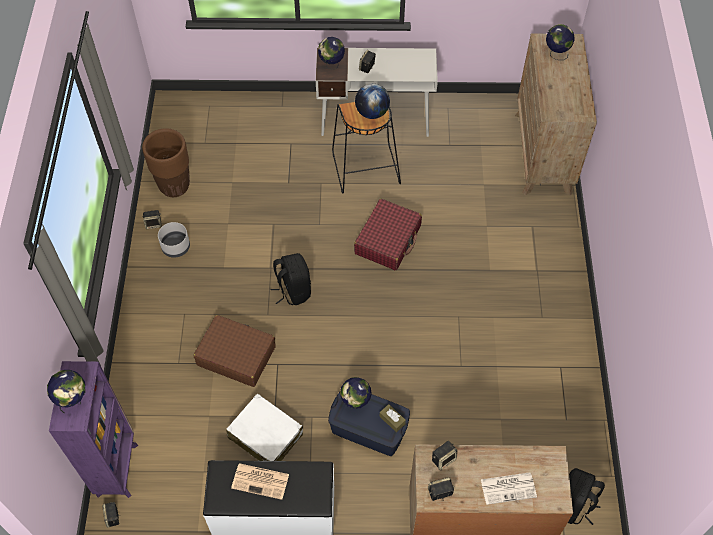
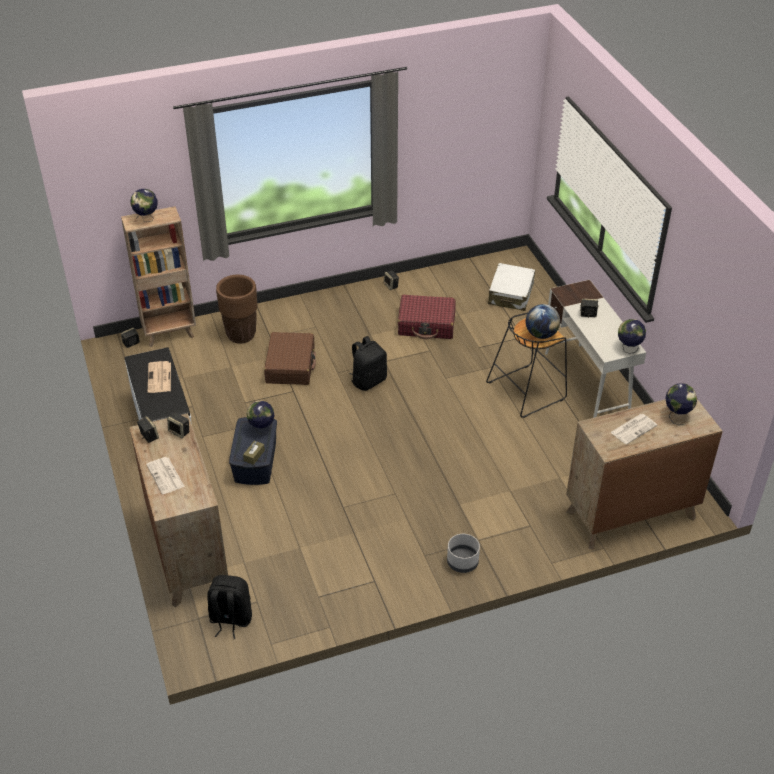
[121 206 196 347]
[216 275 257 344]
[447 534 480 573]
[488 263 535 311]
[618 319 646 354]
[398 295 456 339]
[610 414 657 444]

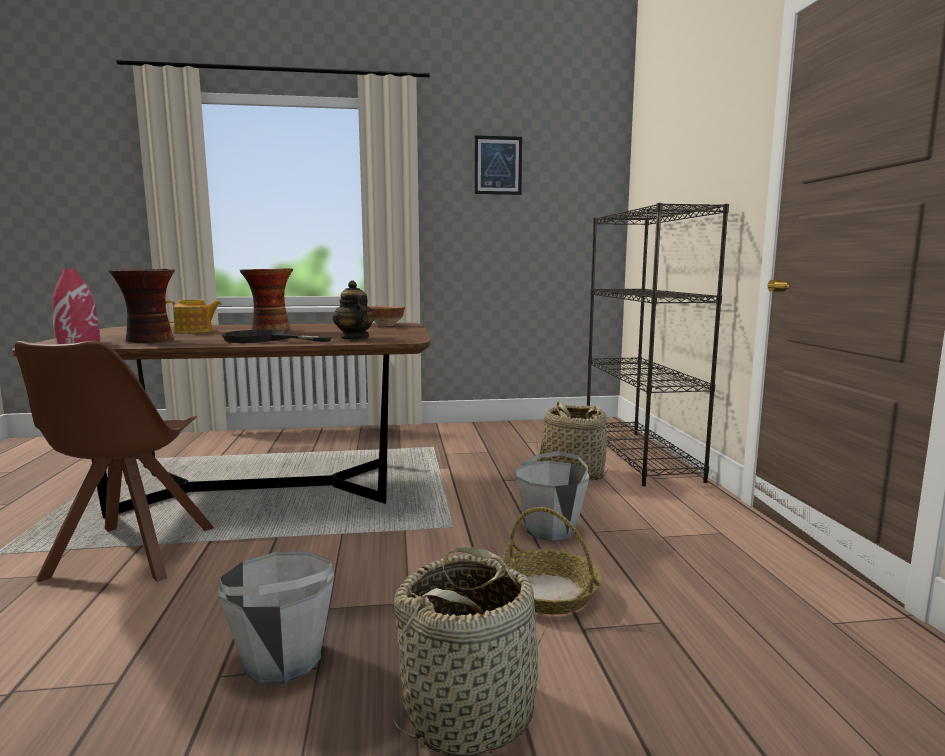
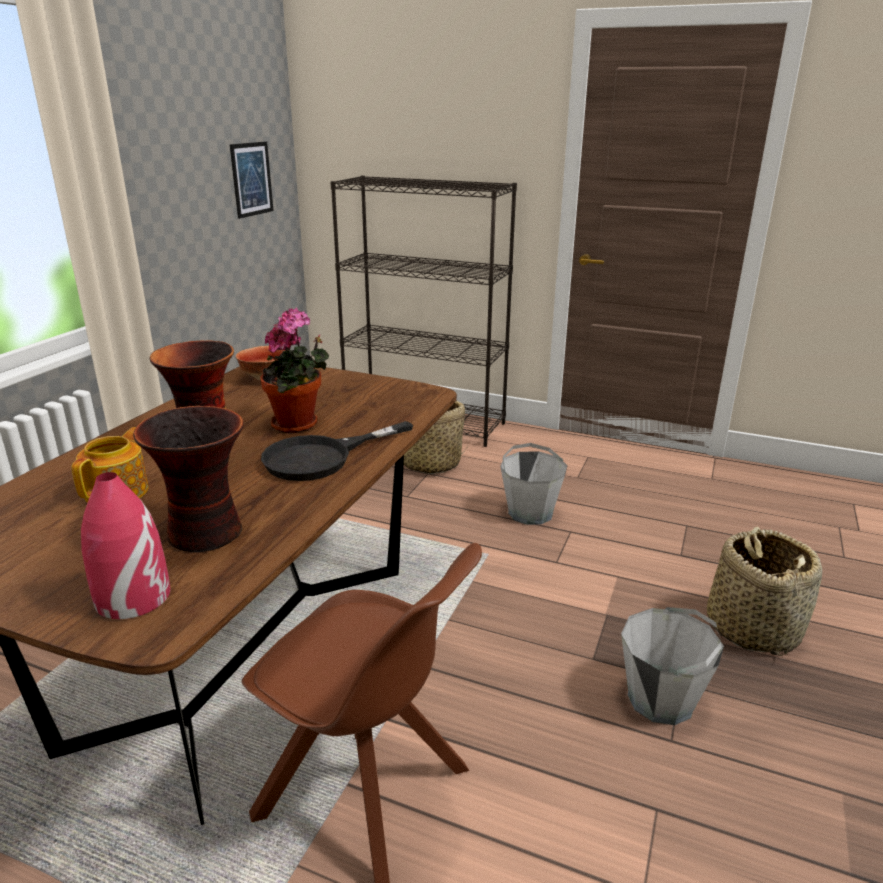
[332 281 375 340] (first image)
[230 141 274 219]
[502 507 602 615] (first image)
[260 308 329 433]

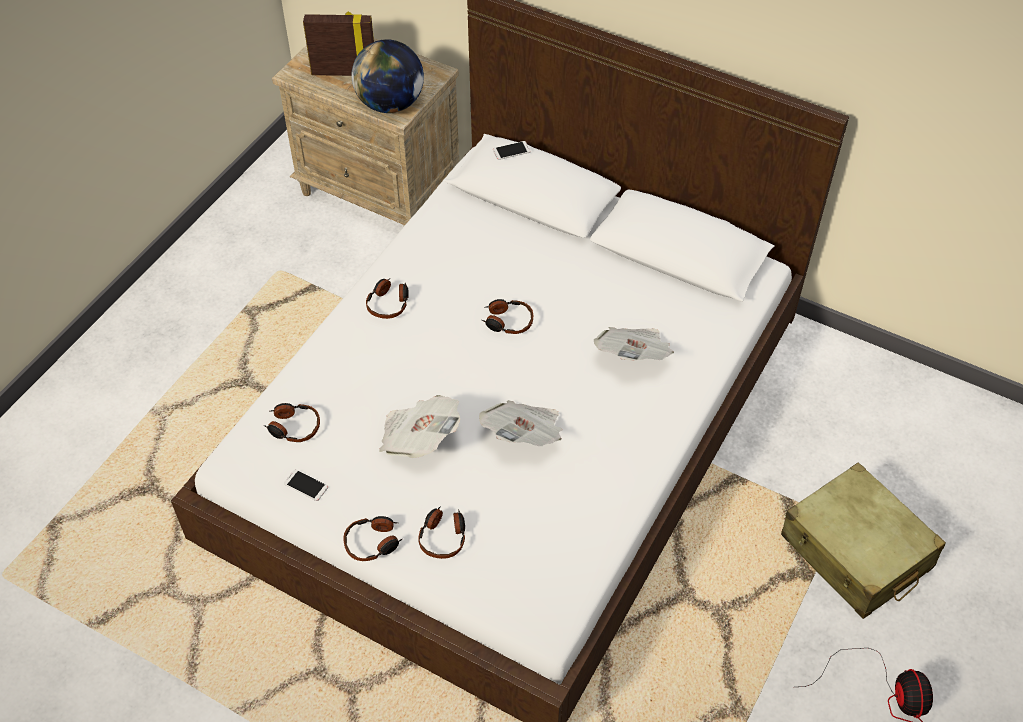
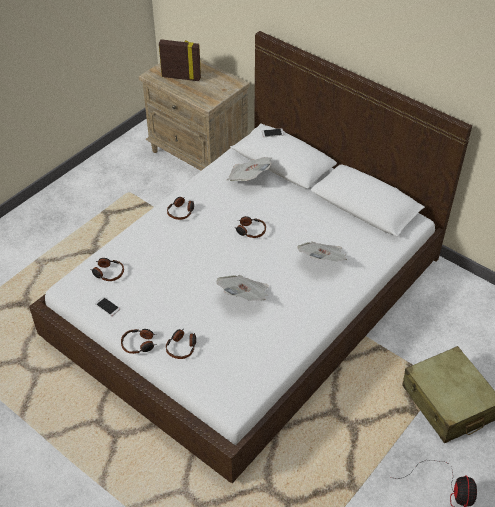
[351 40 424 113] (first image)
[227 157 272 181]

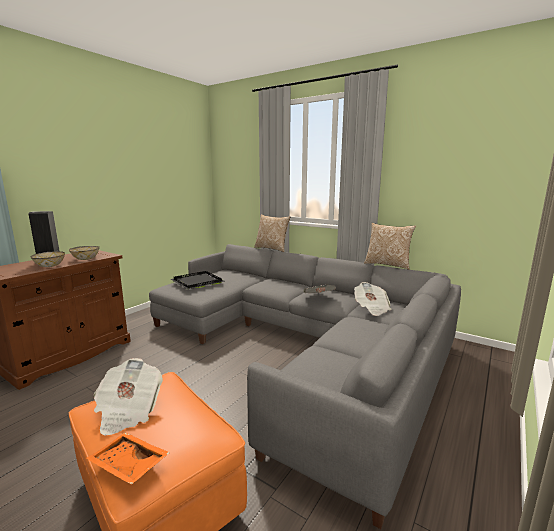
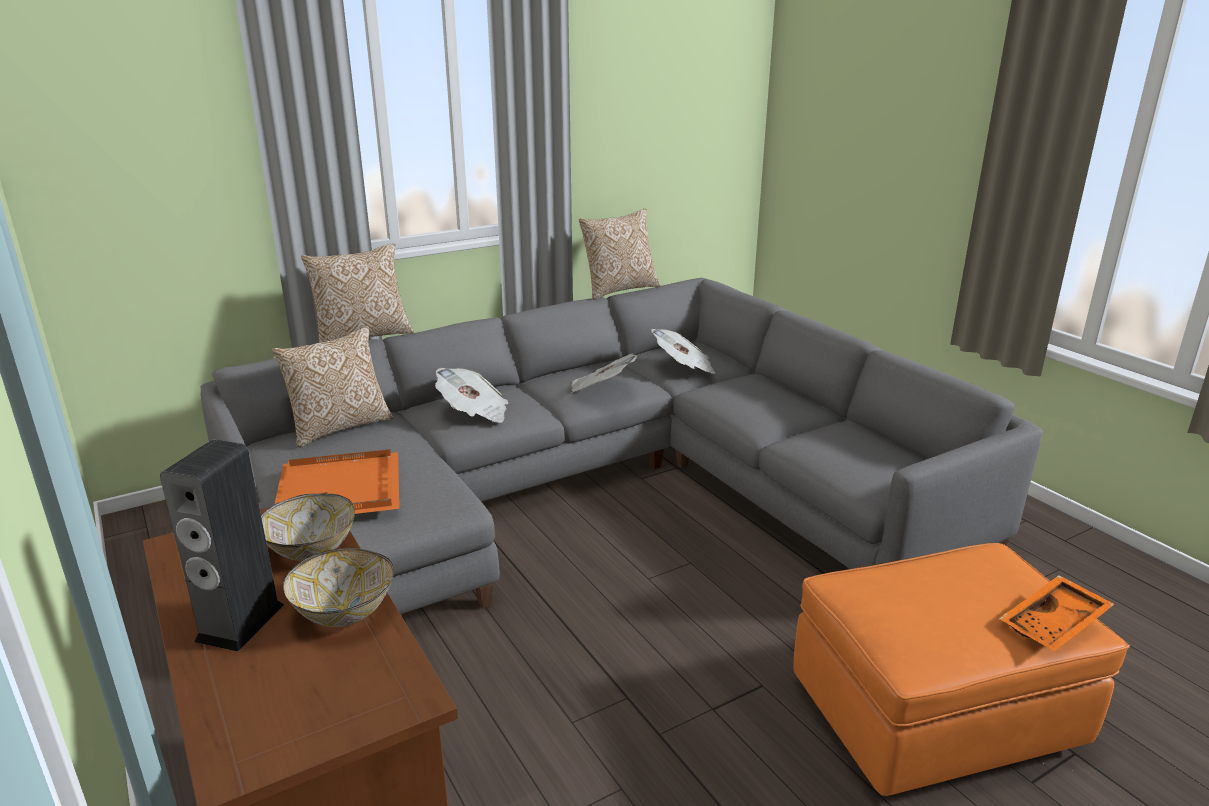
[435 368 508 423]
[274 449 400 514]
[272 326 393 447]

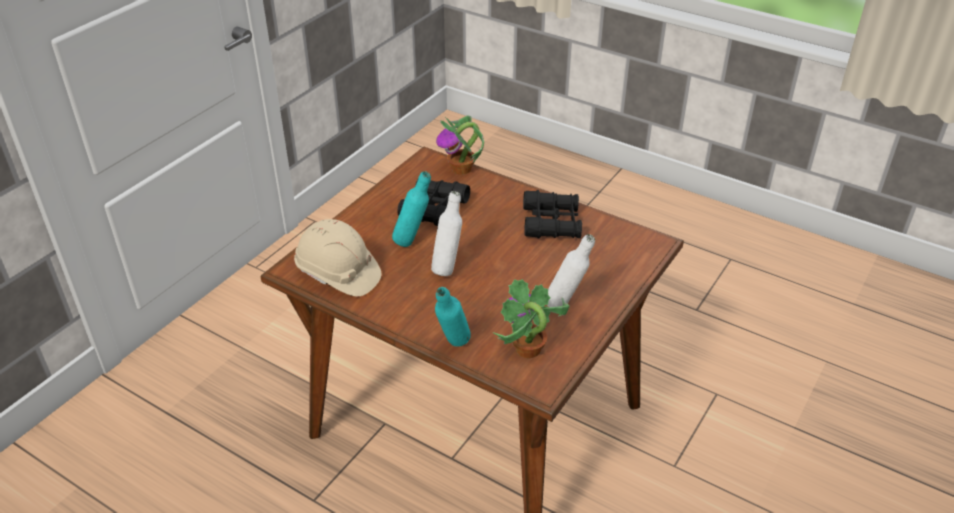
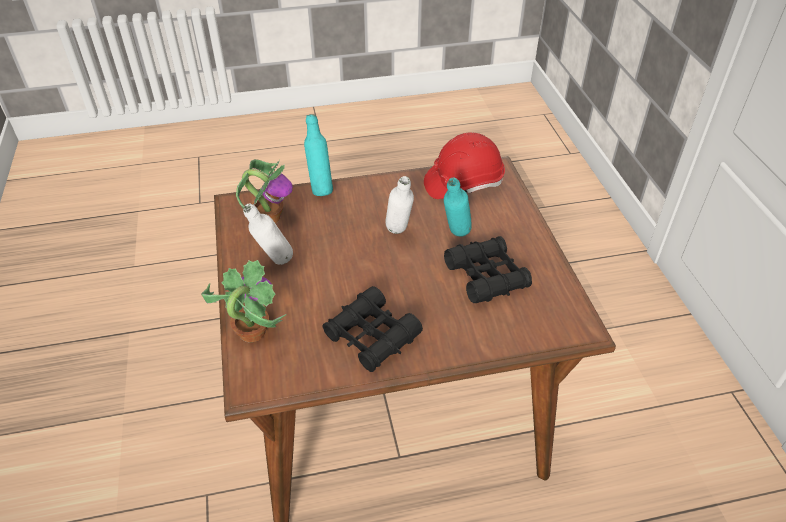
[424 133 505 199]
[201 260 286 342]

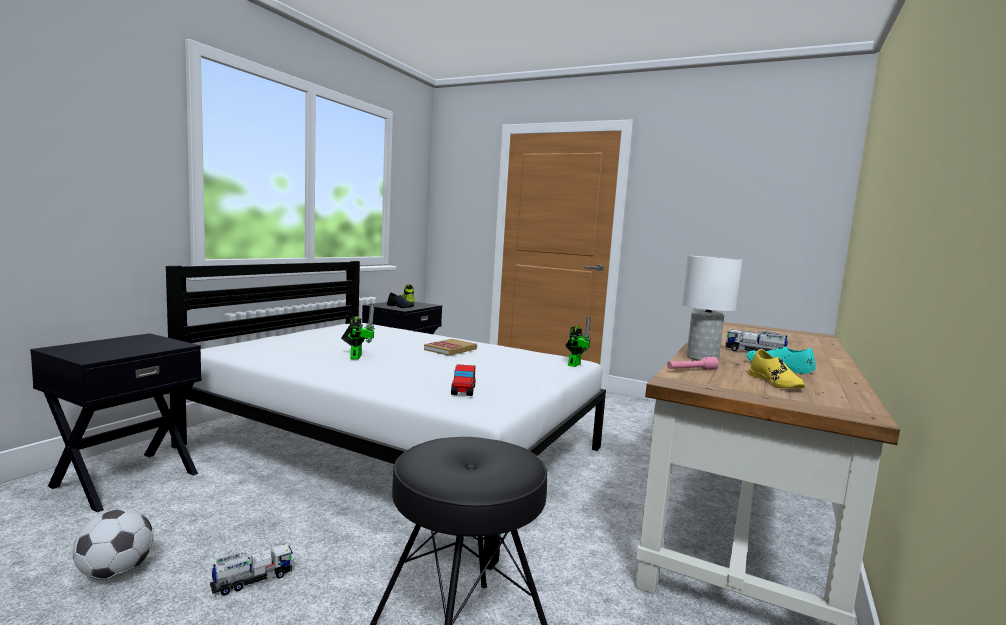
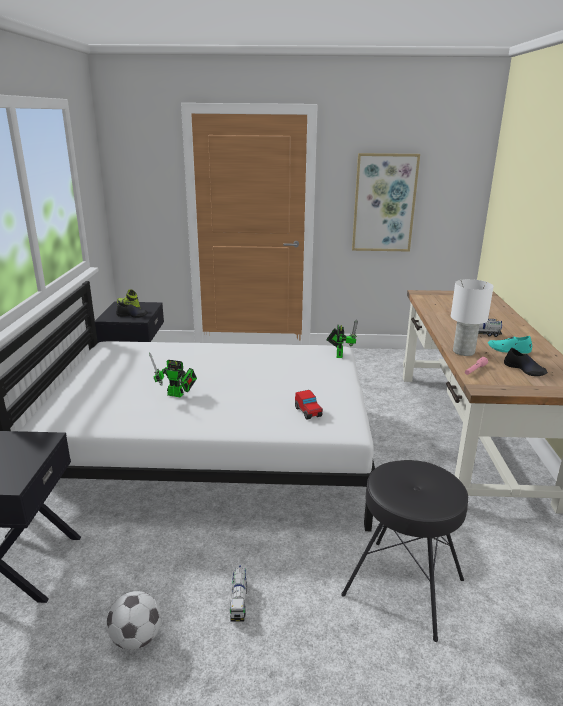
[230 566 247 622]
[149 352 197 397]
[424 339 477 356] (first image)
[504 348 548 376]
[352 153 420 252]

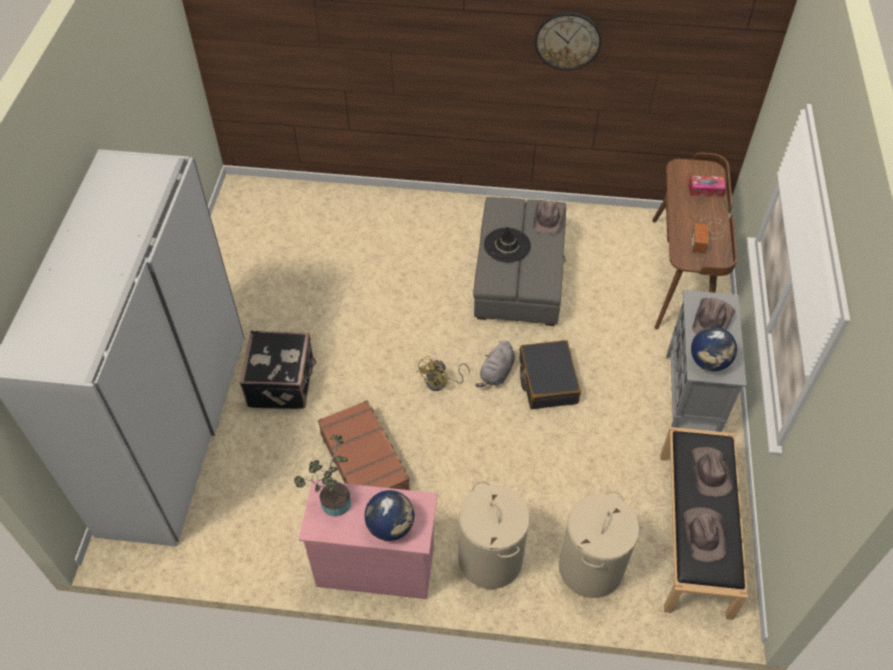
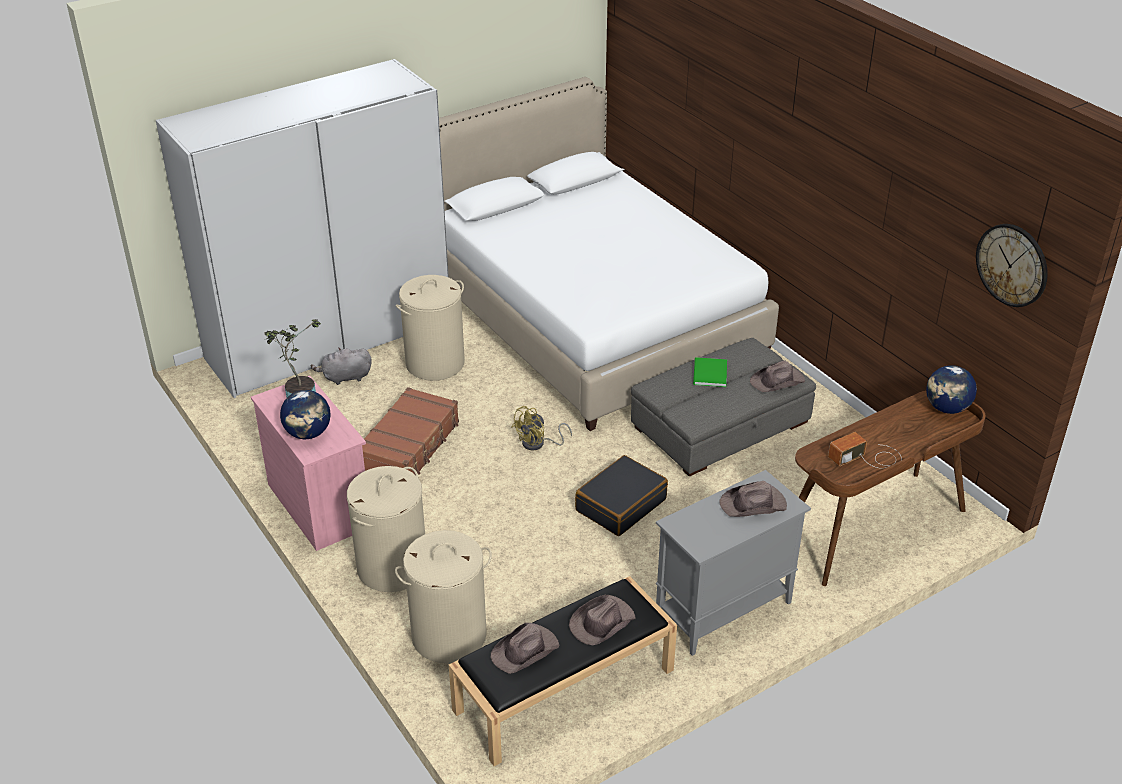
[396 275 465 381]
[512 406 572 451]
[311 348 372 385]
[693 357 727 387]
[976 224 1048 307]
[689 176 726 197] (first image)
[926 365 977 414]
[439 77 779 431]

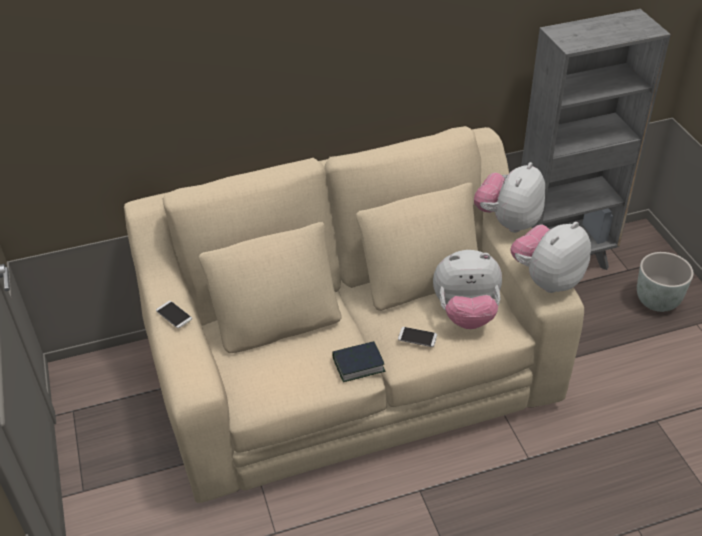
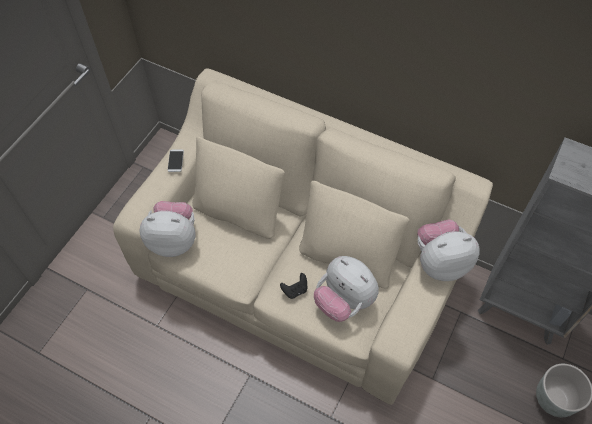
[332 341 385 382] (first image)
[280 273 307 299]
[139 201 196 257]

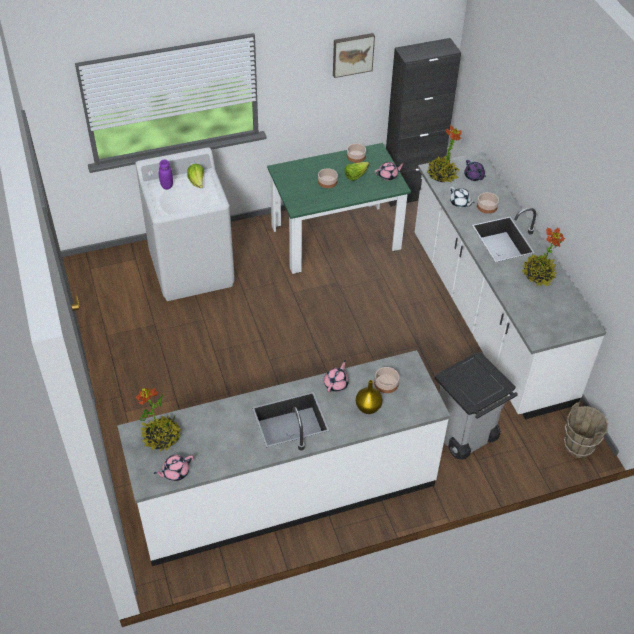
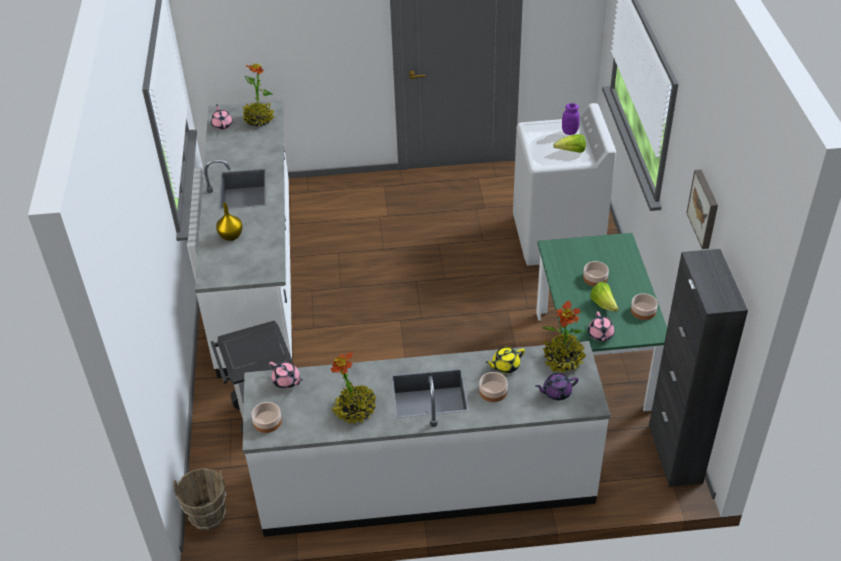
[269 362 303 389]
[251 402 282 433]
[485 347 525 373]

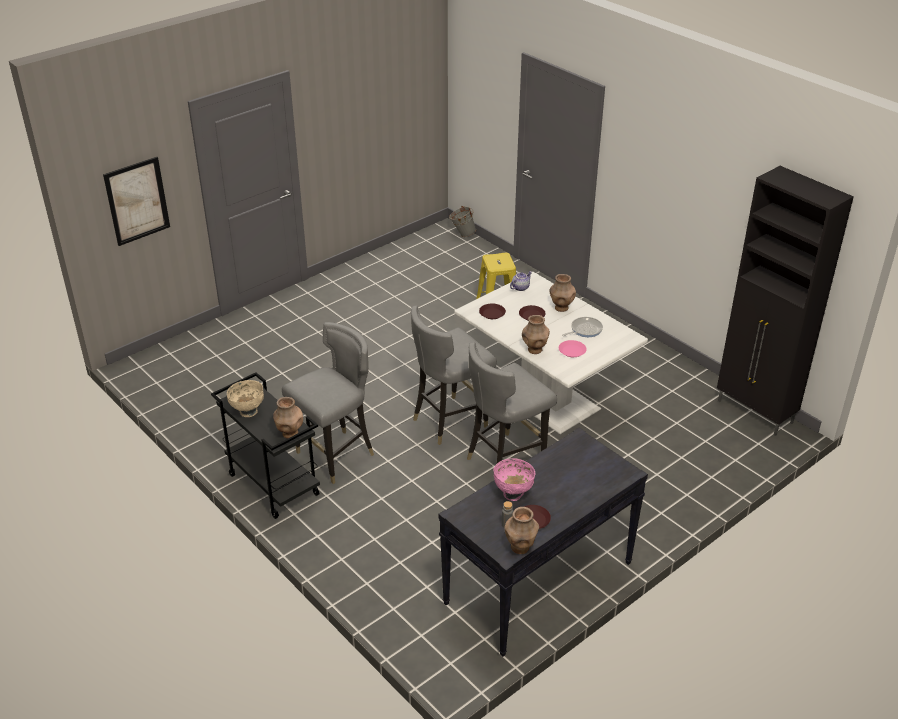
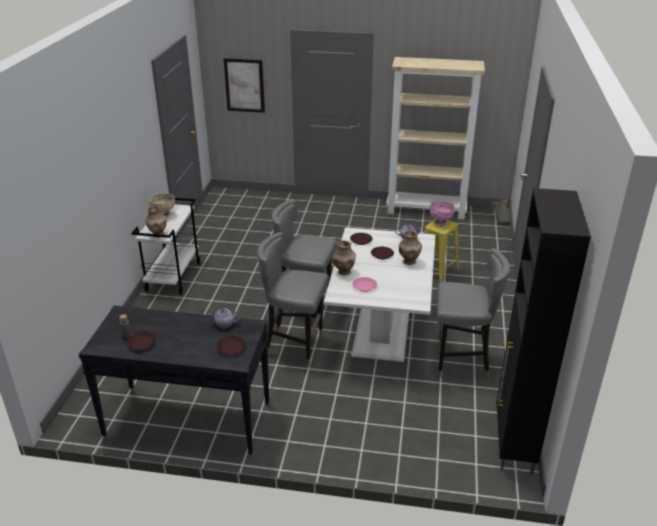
[132 198 200 295]
[437 248 510 378]
[430 201 455 225]
[504 507 539 554] (first image)
[562 317 603 337] (first image)
[207 309 240 329]
[217 336 246 355]
[386 57 485 219]

